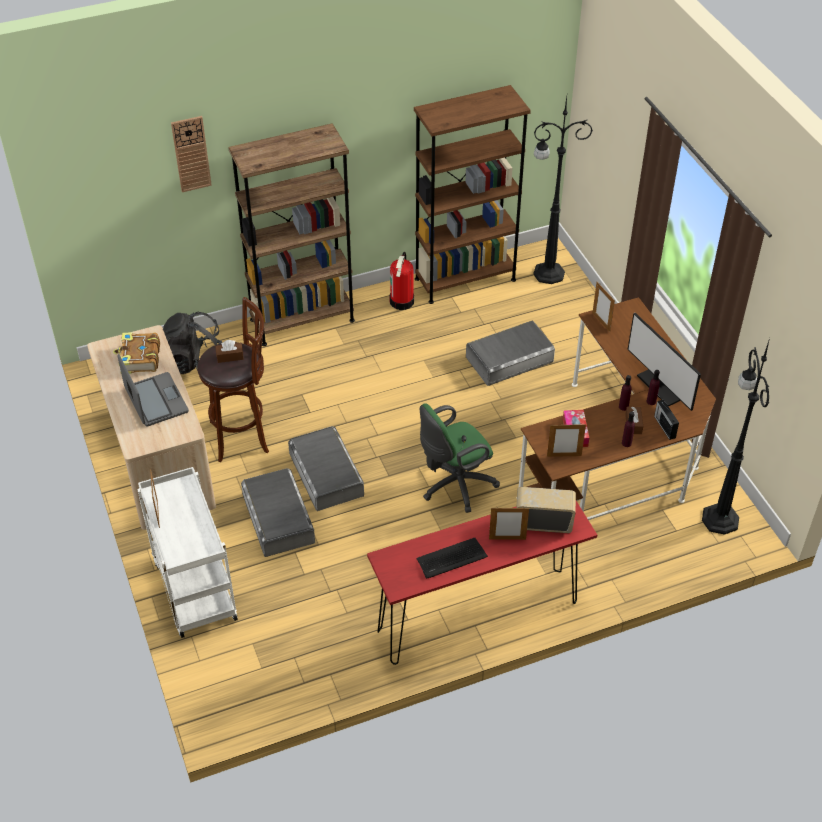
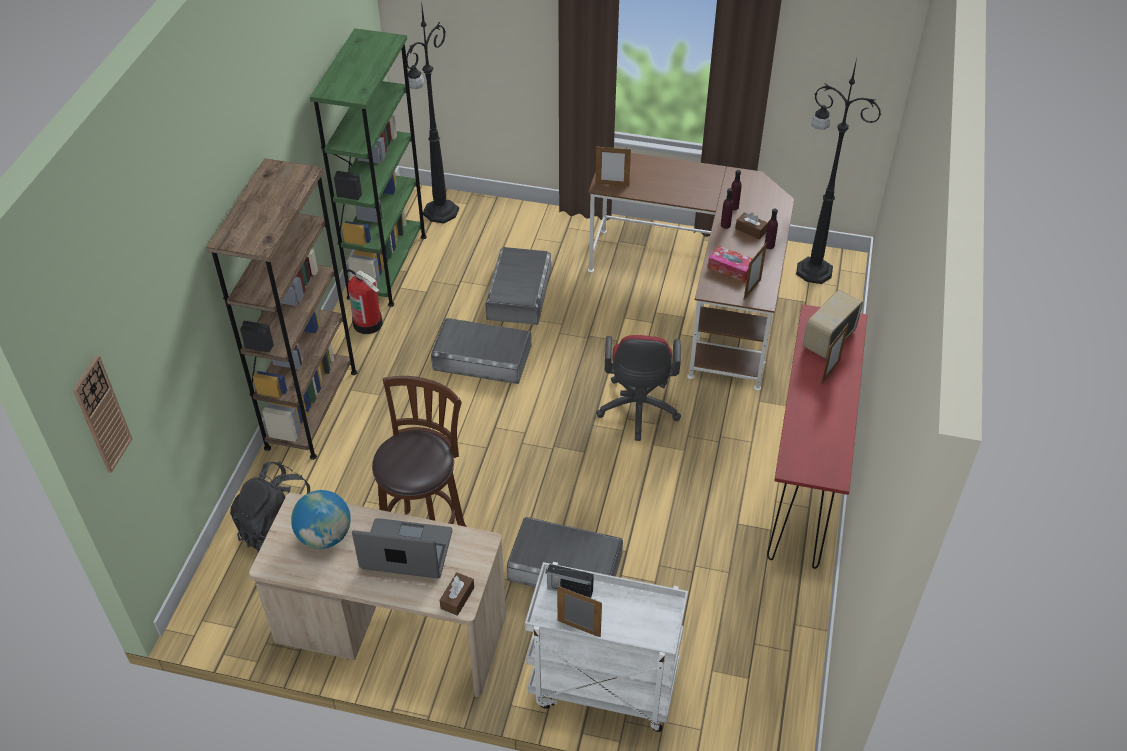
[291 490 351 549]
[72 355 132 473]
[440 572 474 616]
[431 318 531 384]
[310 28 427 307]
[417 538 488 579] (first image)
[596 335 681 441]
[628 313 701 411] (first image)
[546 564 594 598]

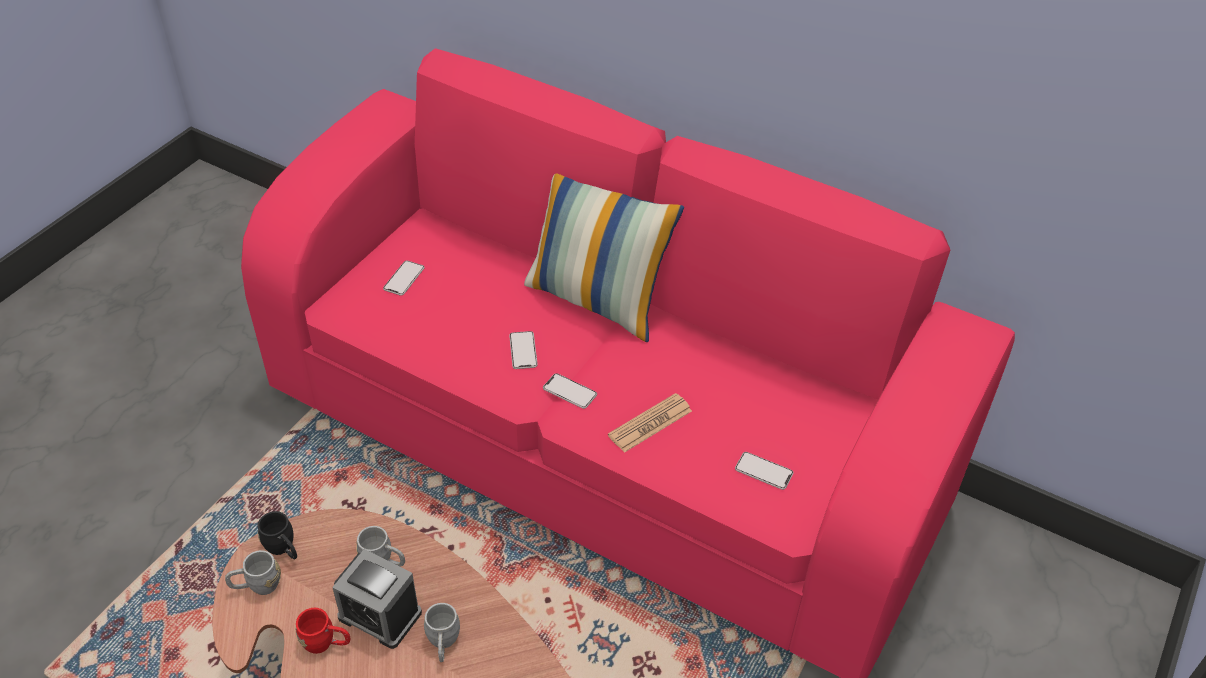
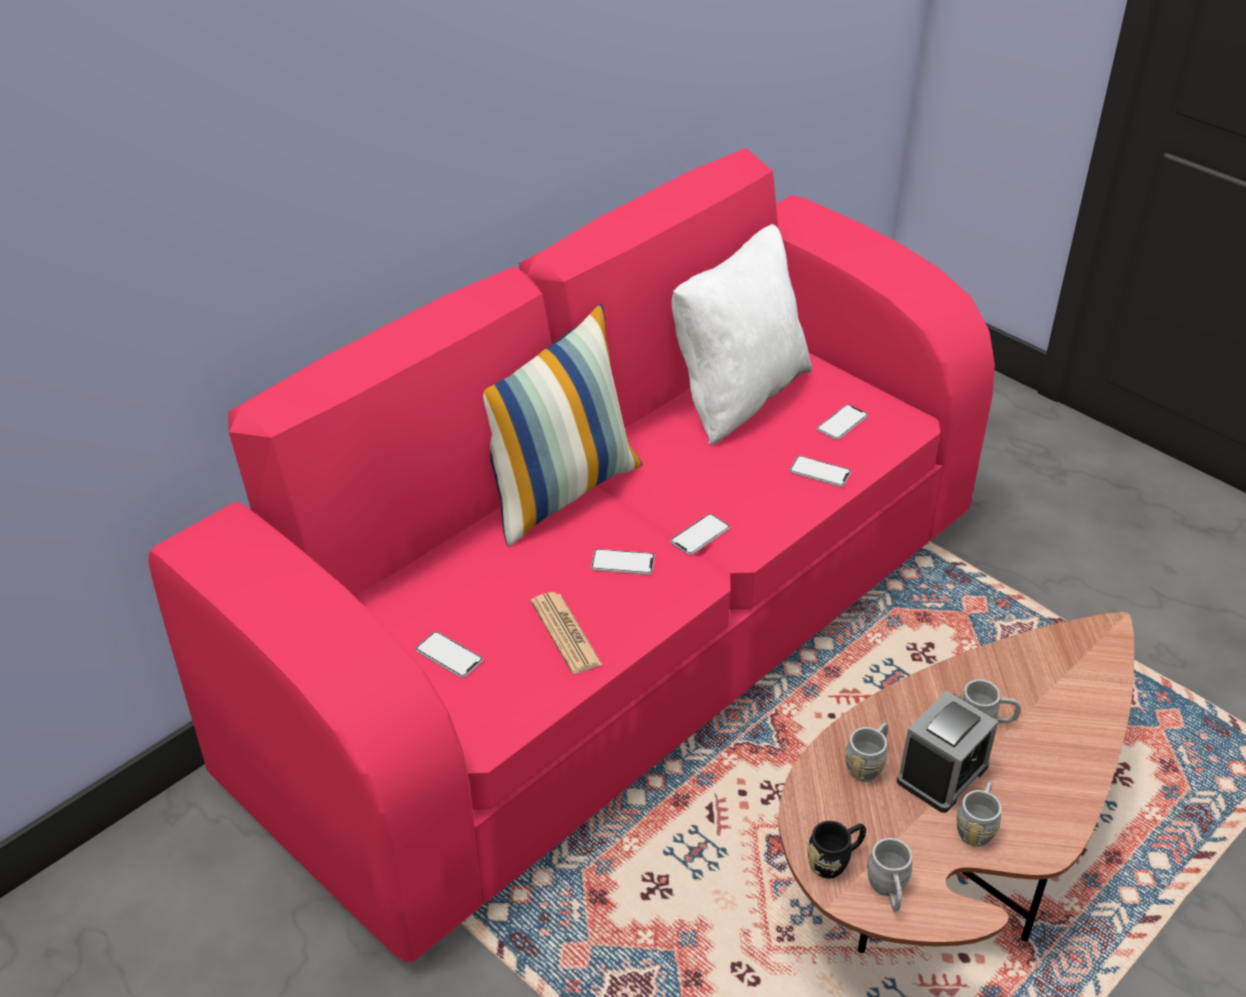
[956 781 1002 847]
[531 592 603 674]
[672 224 812 445]
[789 456 851 487]

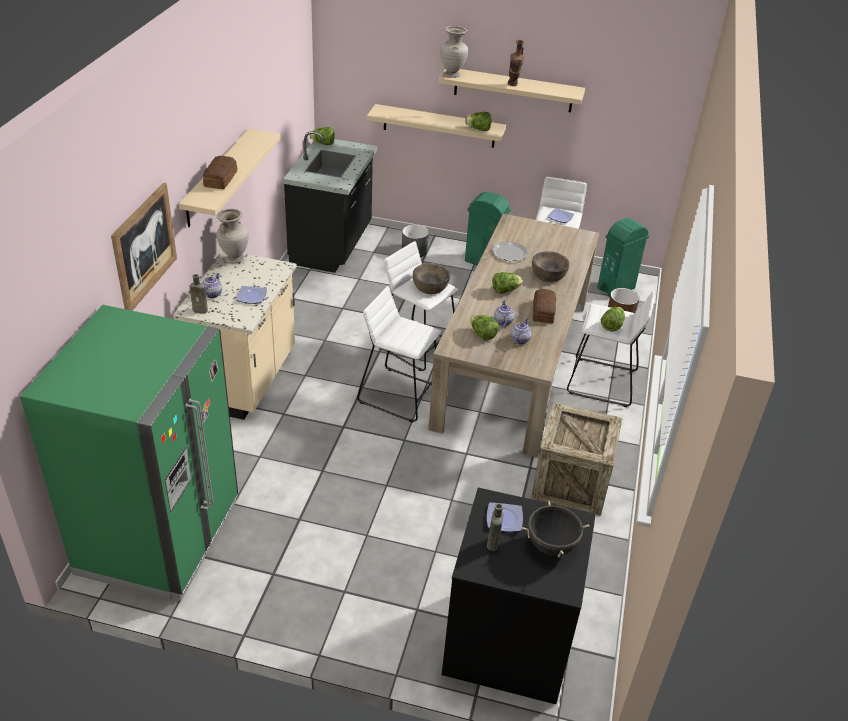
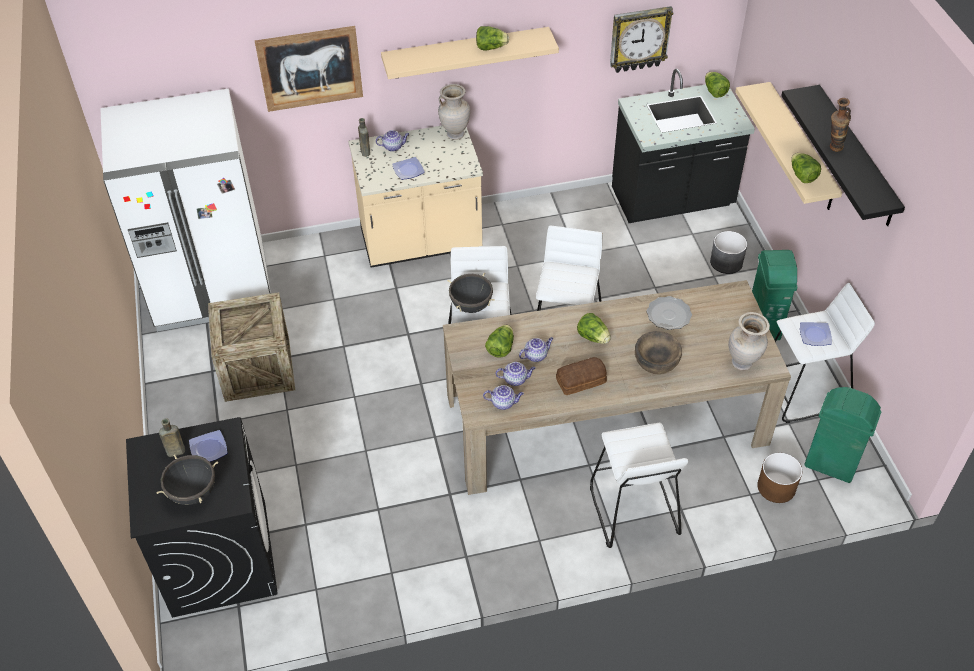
[100 89 271 332]
[203 156 237 189] (first image)
[413 263 450 294] (first image)
[781 85 905 226]
[728 312 770 371]
[208 292 295 402]
[476 26 509 50]
[447 273 495 313]
[483 385 524 410]
[610 6 673 73]

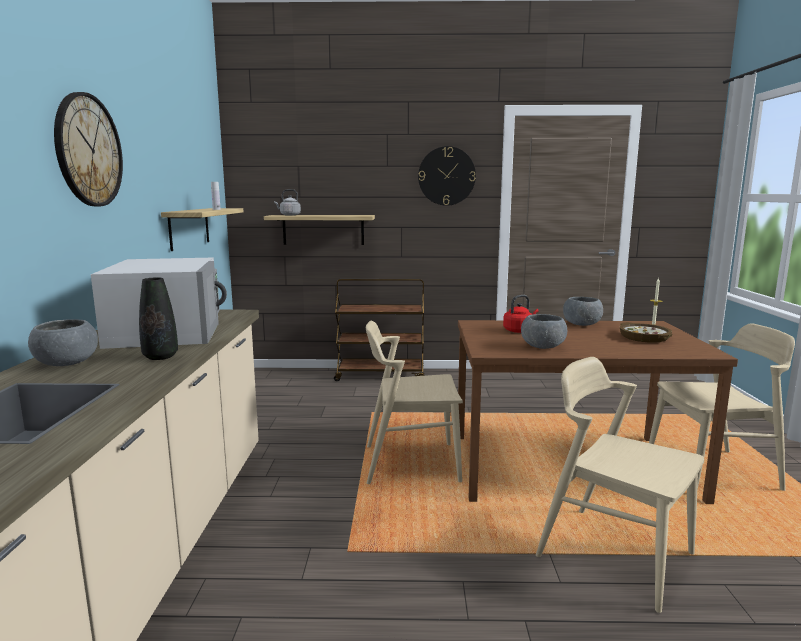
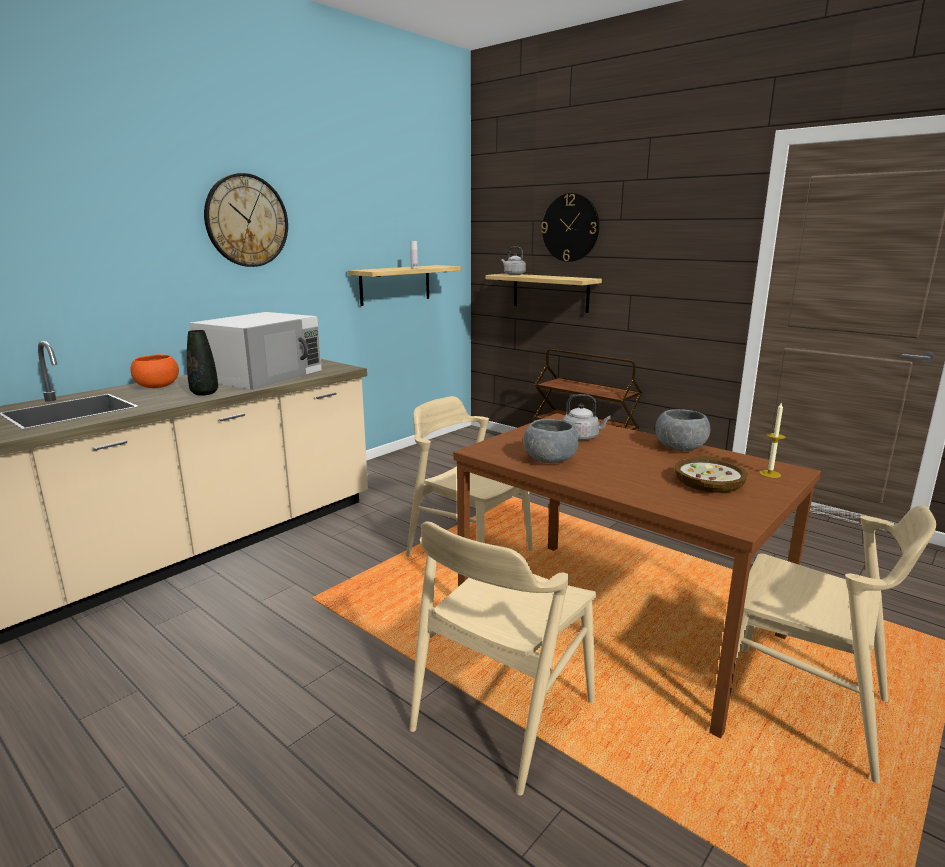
[131 354 179 388]
[541 193 599 262]
[563 394 611 441]
[409 522 596 796]

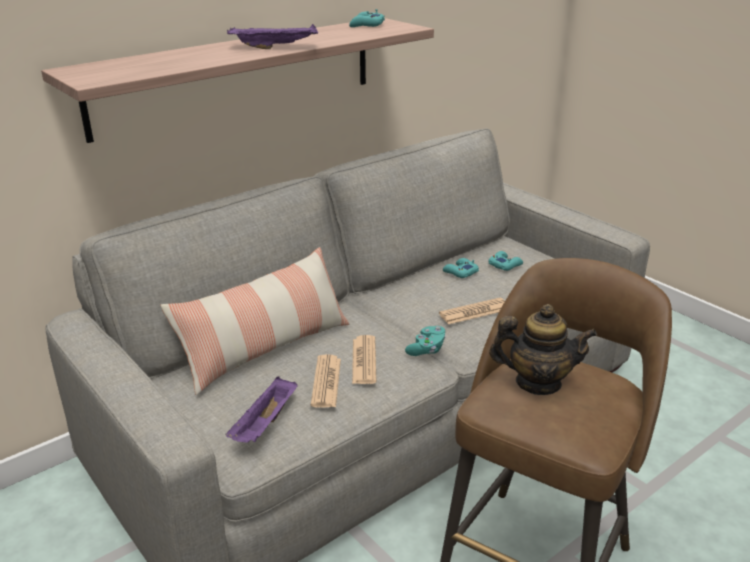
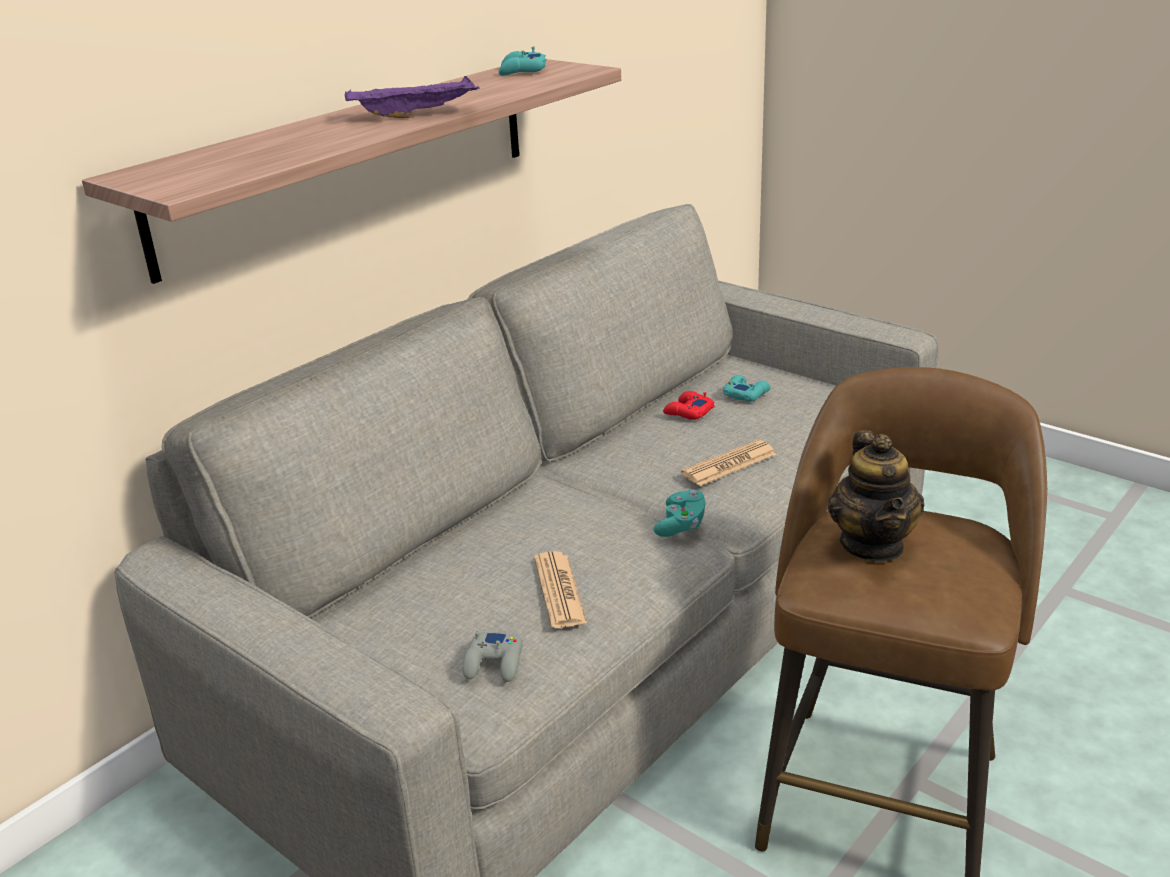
[160 247 349 395] (first image)
[462 631 523 682]
[352 335 376 384] (first image)
[663 391 715 420]
[828 430 925 562]

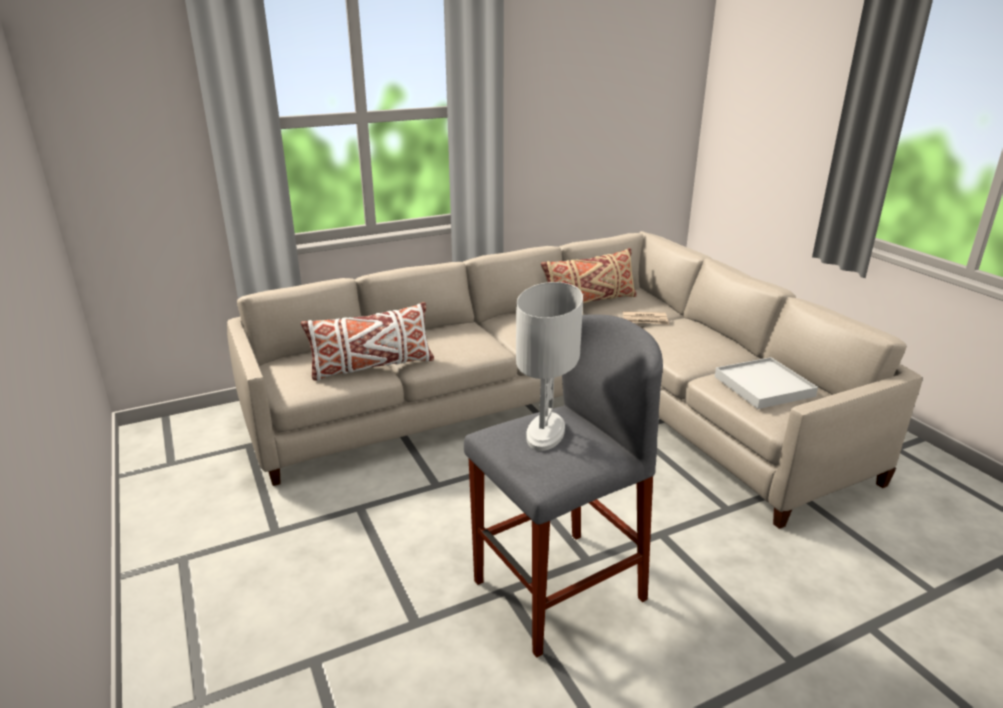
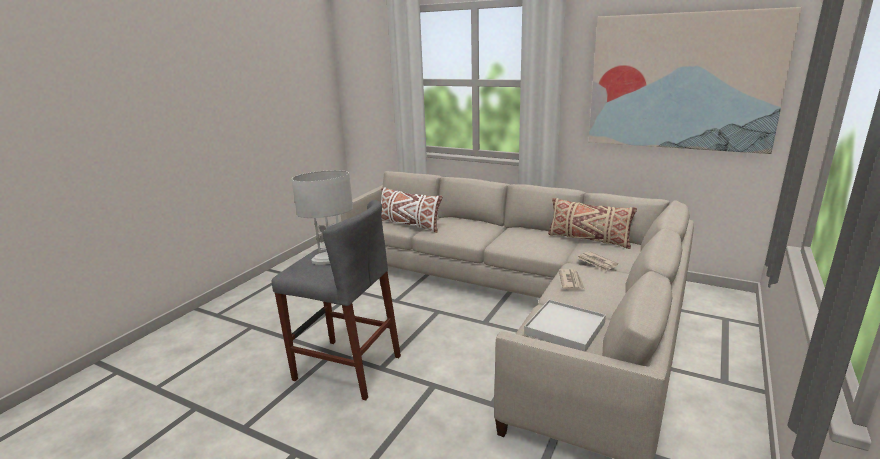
[559 269 585 290]
[589 7 802 154]

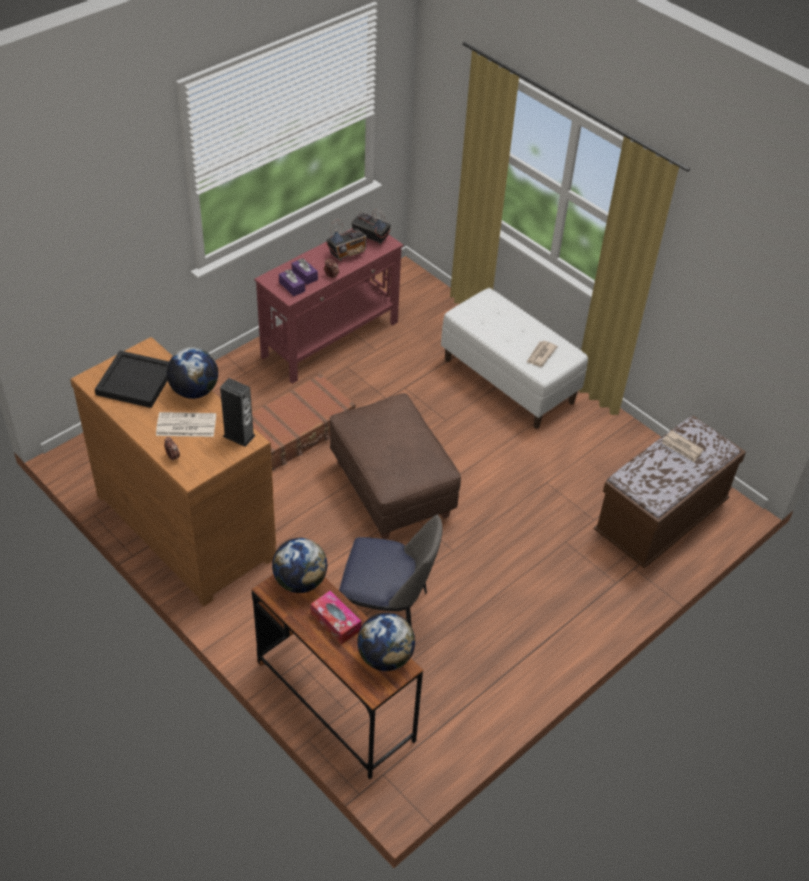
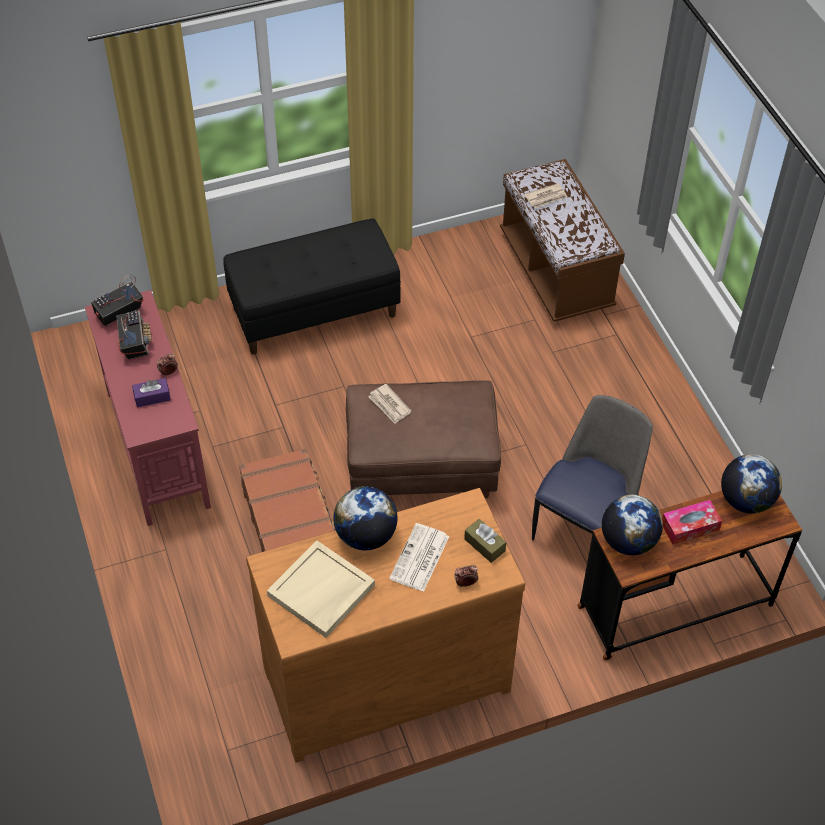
[267 540 375 638]
[220 378 256 447] (first image)
[279 269 305 296] (first image)
[223 218 401 355]
[369 384 411 424]
[464 519 506 563]

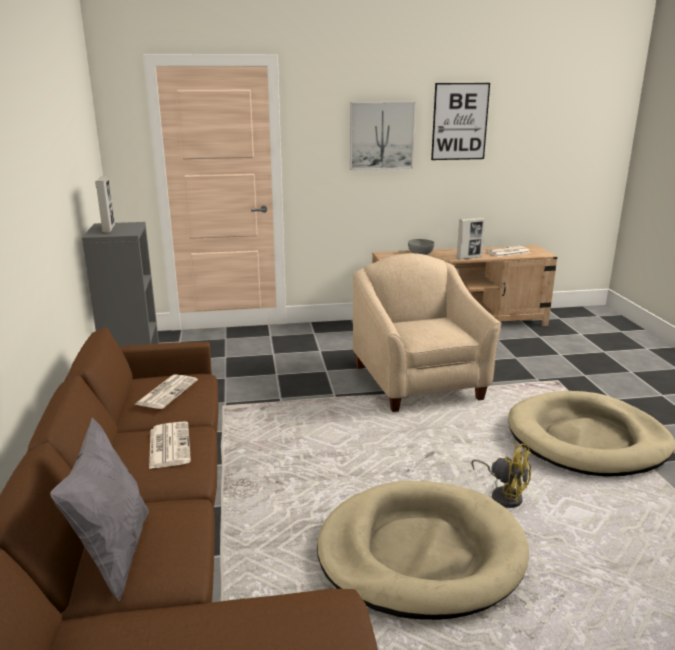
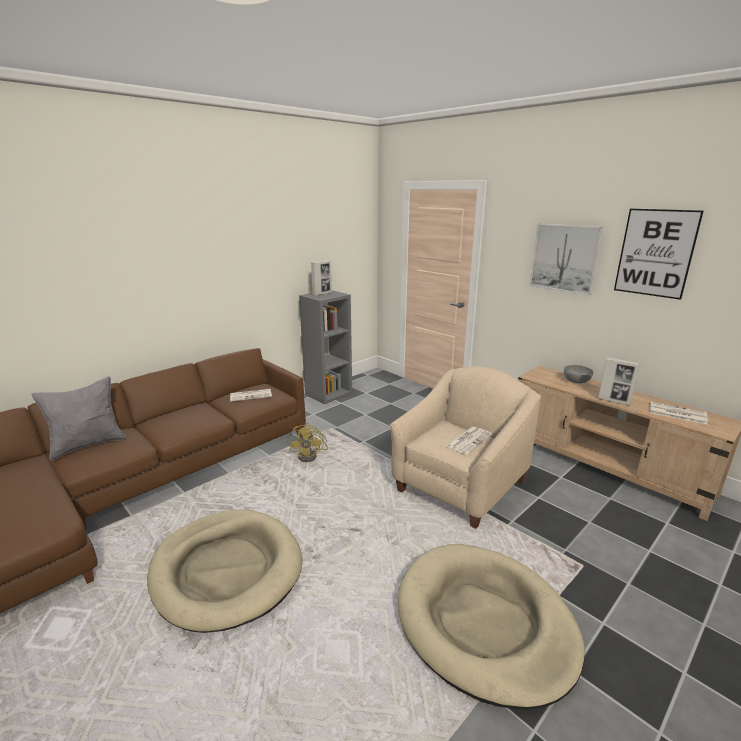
[446 427 492 454]
[289 423 328 462]

